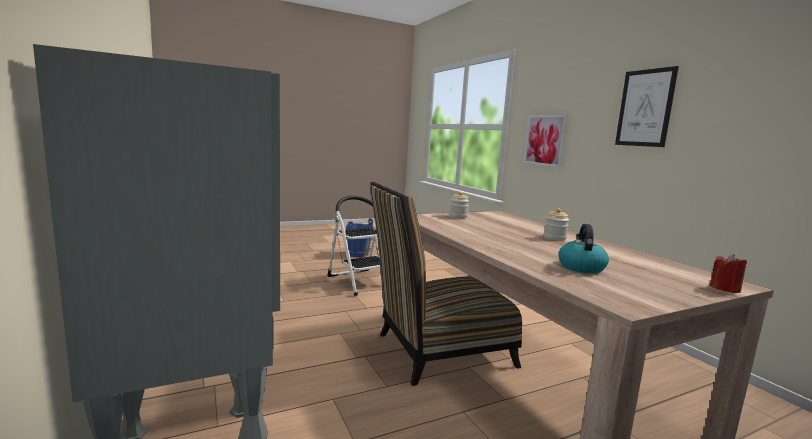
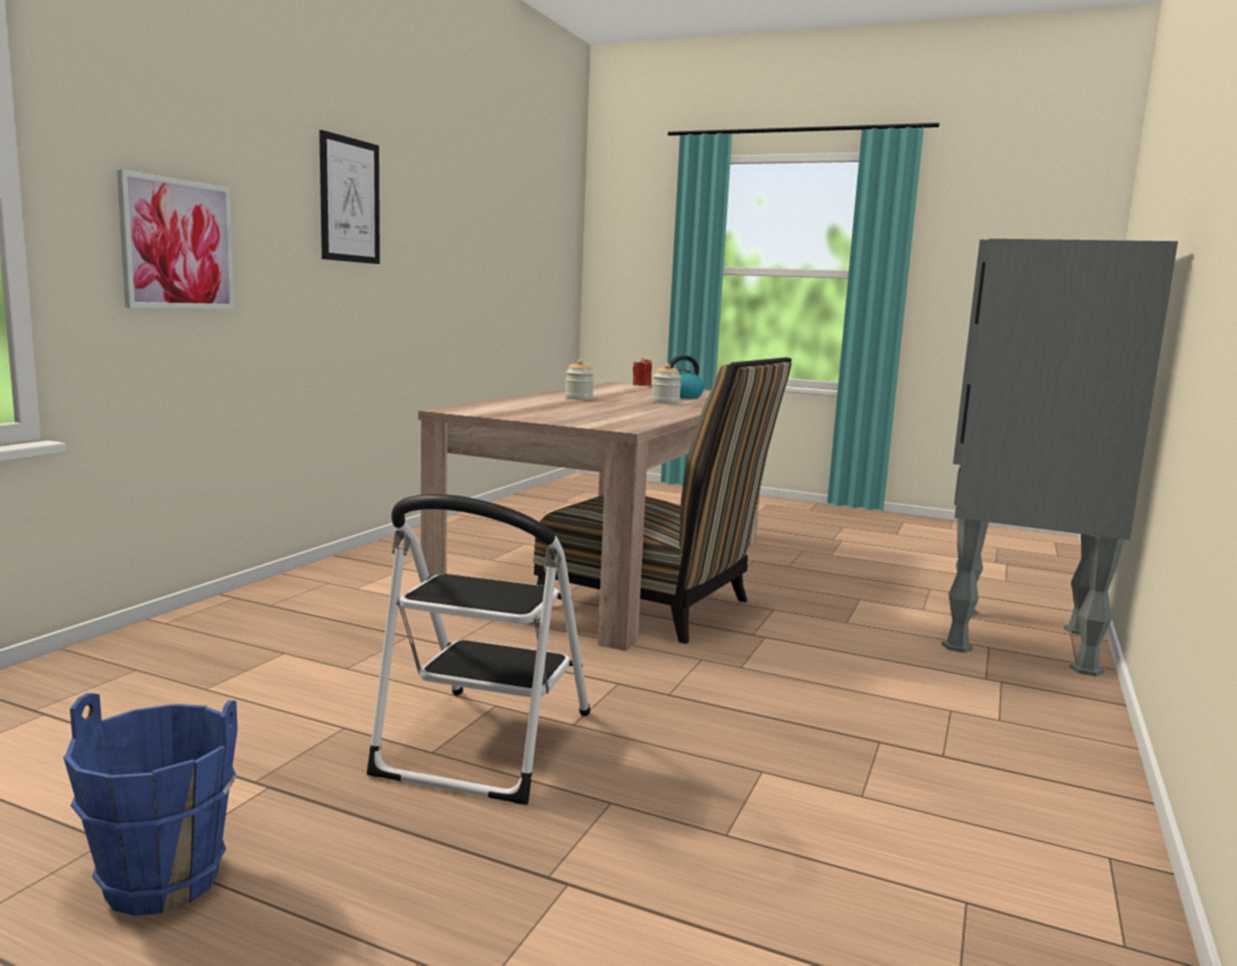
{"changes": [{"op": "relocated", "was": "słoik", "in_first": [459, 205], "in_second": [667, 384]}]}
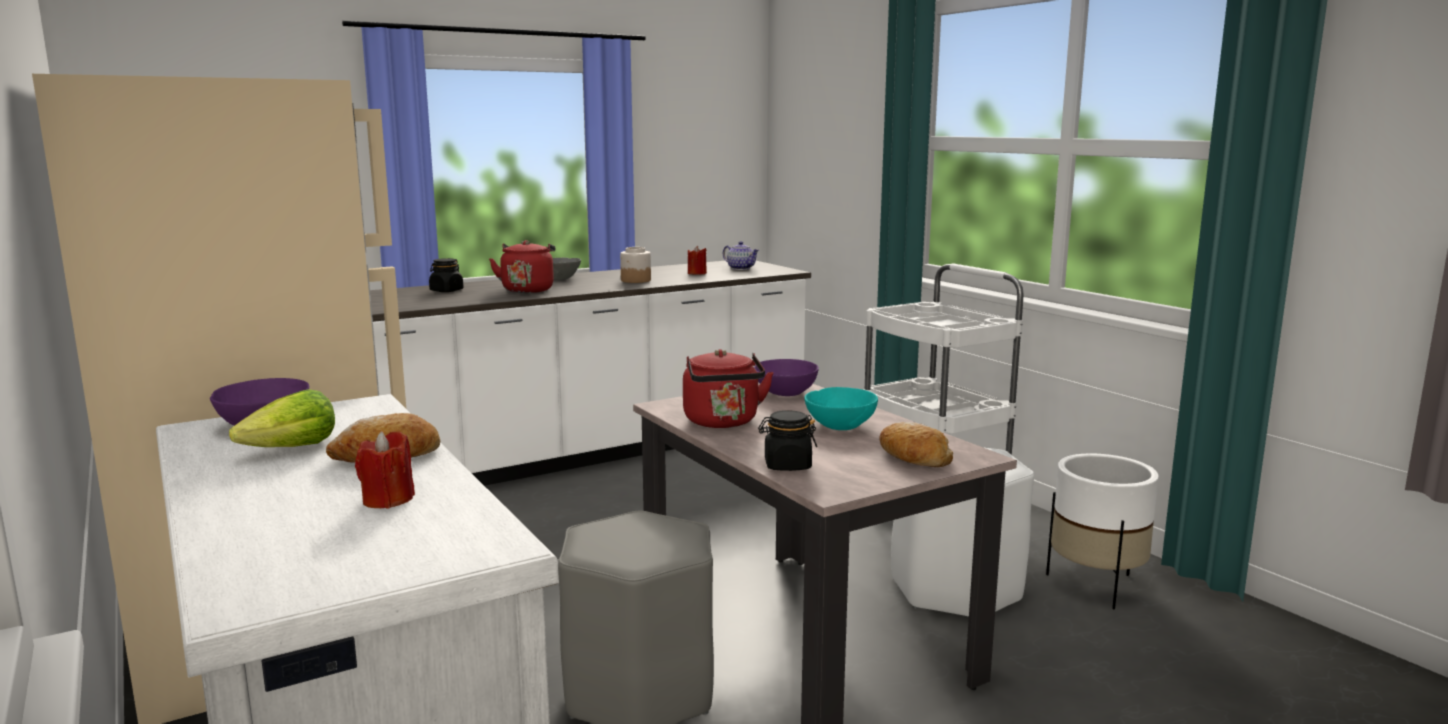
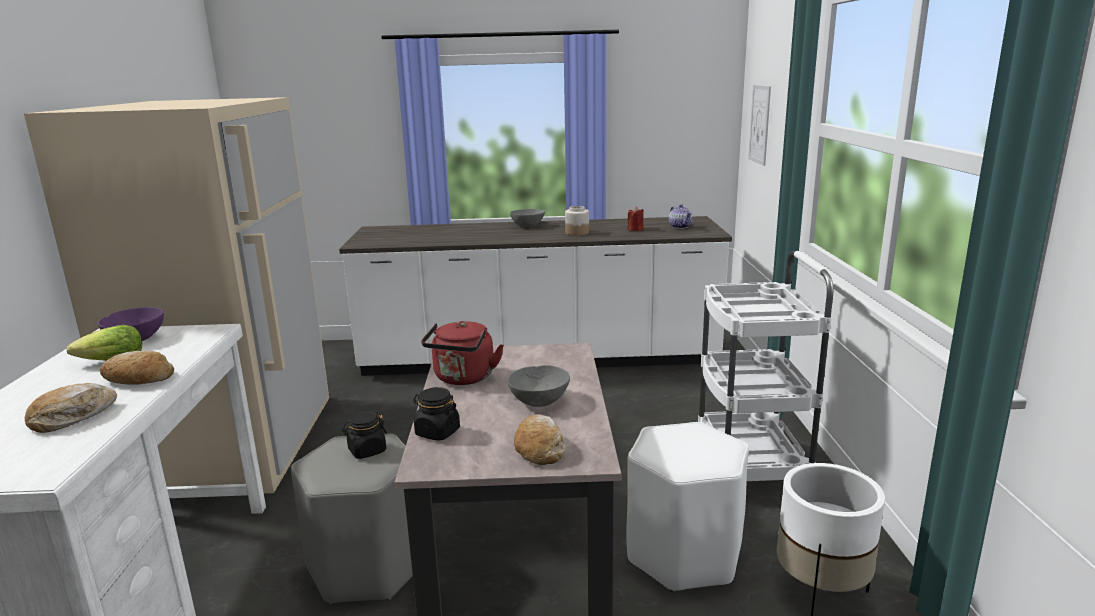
{"changes": [{"op": "exchanged", "was": "świeca [czerwony]", "now": "chleb", "in_first": [385, 470], "in_second": [71, 408]}, {"op": "relocated", "was": "słoik [czarny]", "in_first": [446, 275], "in_second": [364, 435]}, {"op": "colour", "was": "miska [turkusowy]", "now": "miska [szary]", "in_first": [841, 408], "in_second": [538, 386]}, {"op": "appeared", "now": "obraz", "in_second": [759, 125]}, {"op": "missing", "was": "czajnik [czerwony]", "in_first": [522, 266]}, {"op": "missing", "was": "miska [fioletowy]", "in_first": [786, 377]}]}
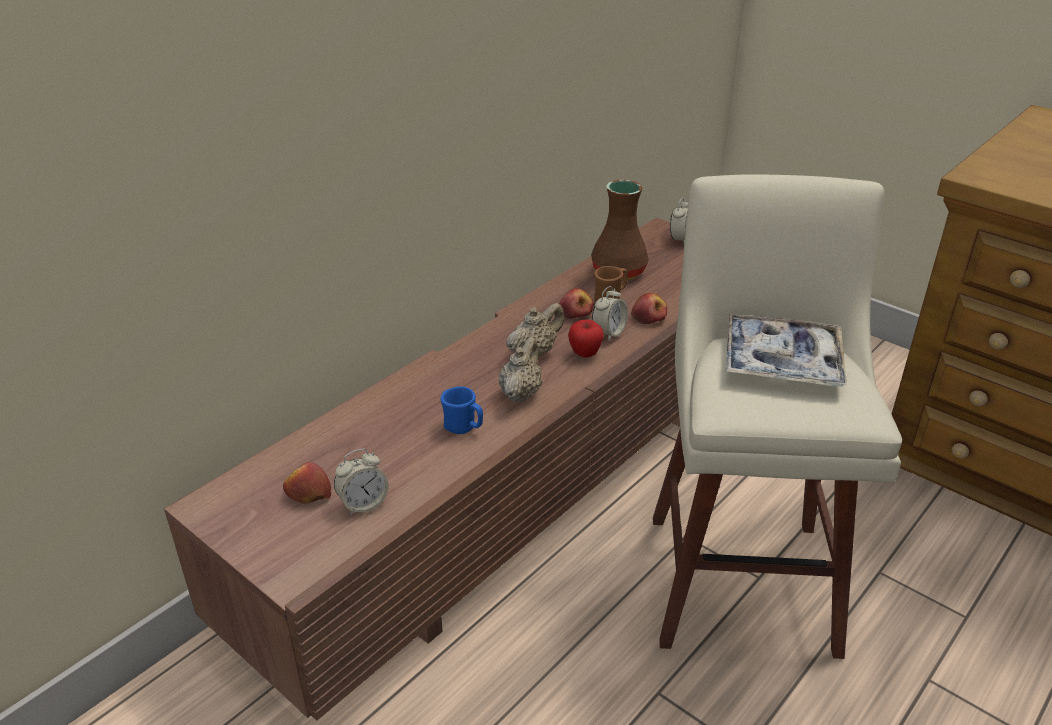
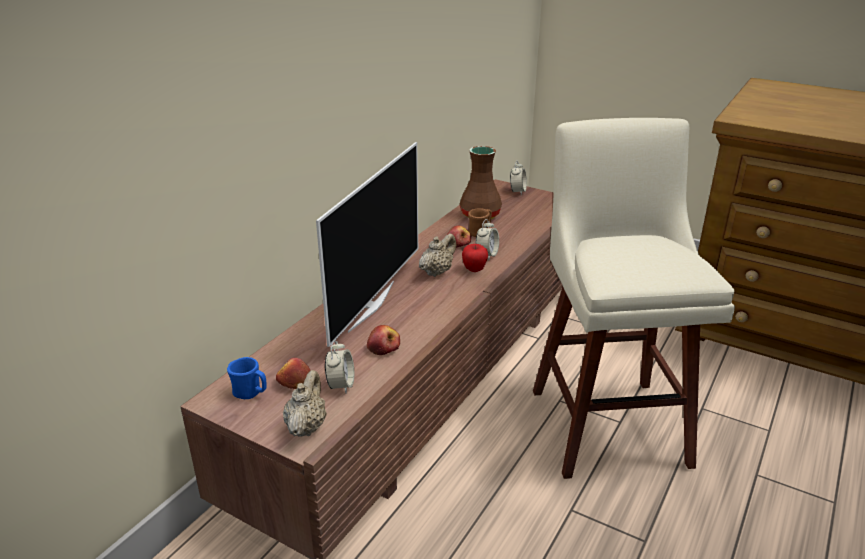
{"changes": [{"op": "relocated", "was": "kubek [niebieski]", "in_first": [462, 410], "in_second": [247, 378]}, {"op": "relocated", "was": "imbryk [beżowy]", "in_first": [520, 369], "in_second": [305, 403]}, {"op": "appeared", "now": "telewizor", "in_second": [367, 244]}, {"op": "spun", "was": "budzik", "in_first": [361, 482], "in_second": [339, 366], "clockwise": -45}, {"op": "relocated", "was": "jabłko", "in_first": [649, 308], "in_second": [383, 340]}, {"op": "missing", "was": "taca", "in_first": [786, 350]}]}
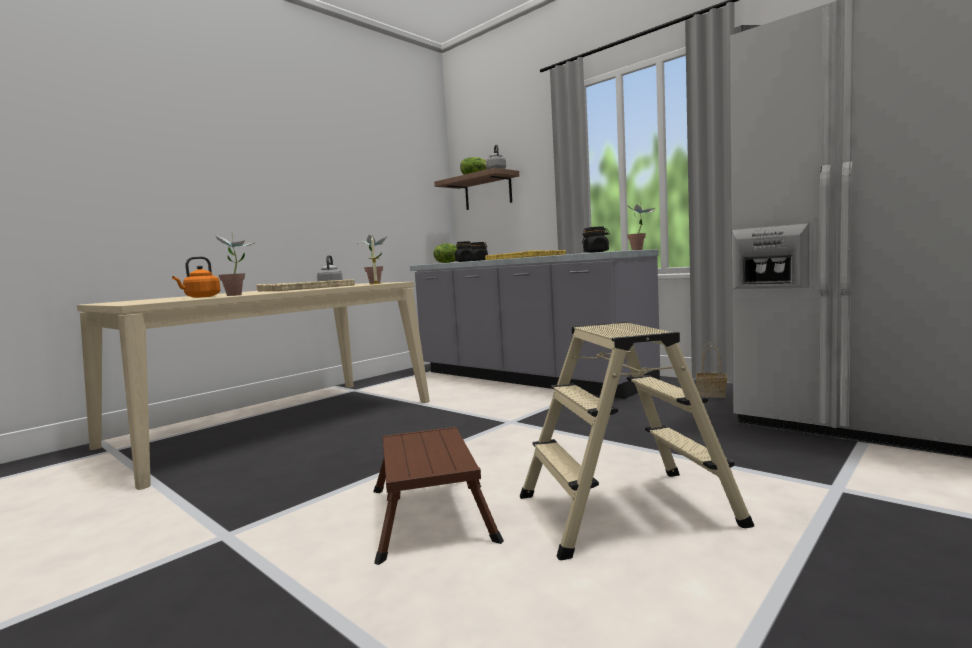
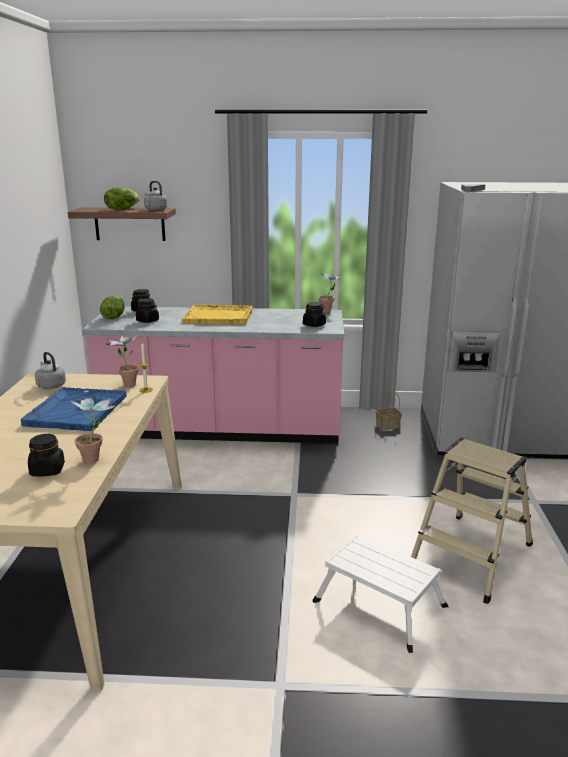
{"changes": [{"op": "colour", "was": "taca [beżowy]", "now": "taca [niebieski]", "in_first": [305, 285], "in_second": [74, 409]}, {"op": "exchanged", "was": "czajnik [pomarańczowy]", "now": "słoik [czarny]", "in_first": [196, 277], "in_second": [46, 455]}, {"op": "colour", "was": "zabudowa kuchenna [szary]", "now": "zabudowa kuchenna [różowy]", "in_first": [535, 324], "in_second": [213, 375]}, {"op": "colour", "was": "drabinka [brązowy]", "now": "drabinka [biały]", "in_first": [438, 496], "in_second": [380, 593]}]}
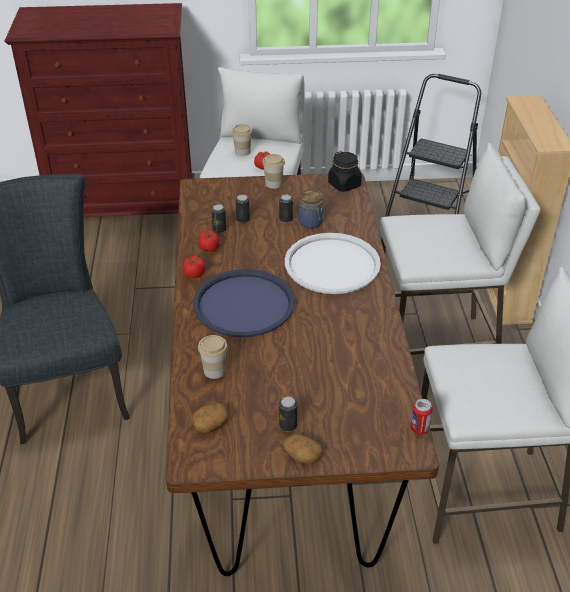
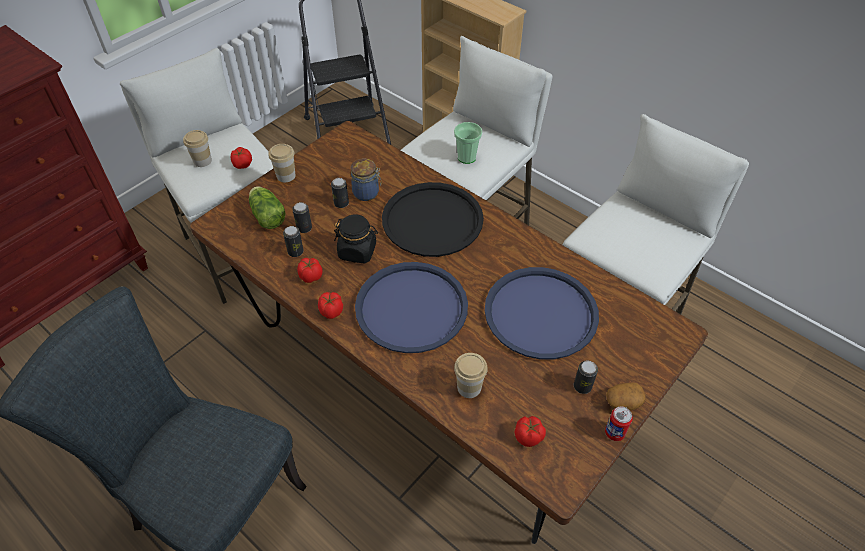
{"changes": [{"op": "appeared", "now": "sałata", "in_second": [267, 207]}, {"op": "relocated", "was": "słoik [czarny]", "in_first": [345, 171], "in_second": [356, 239]}, {"op": "colour", "was": "taca [biały]", "now": "taca [czarny]", "in_first": [333, 263], "in_second": [433, 219]}, {"op": "appeared", "now": "filiżanka", "in_second": [468, 143]}, {"op": "appeared", "now": "taca [niebieski]", "in_second": [542, 313]}, {"op": "exchanged", "was": "ziemniak", "now": "pomidor", "in_first": [210, 418], "in_second": [530, 431]}, {"op": "relocated", "was": "puszka", "in_first": [421, 417], "in_second": [619, 423]}]}
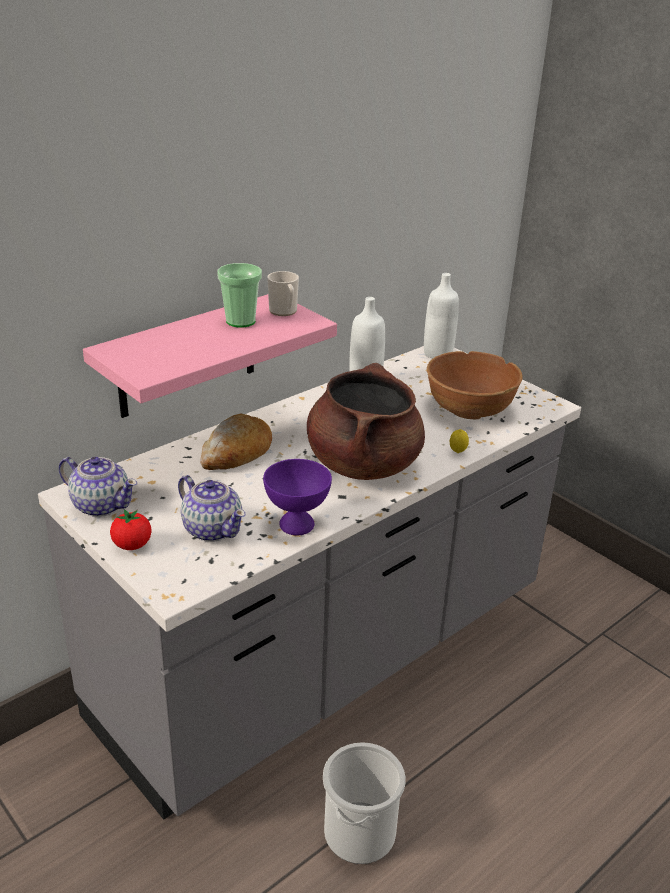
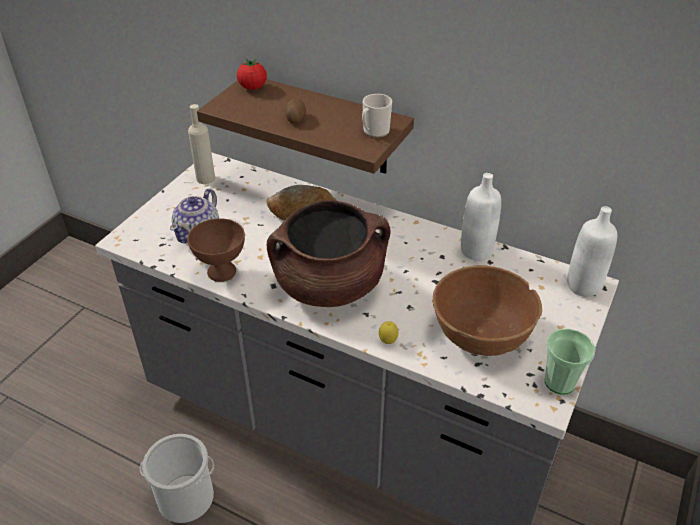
{"changes": [{"op": "exchanged", "was": "imbryk", "now": "butelka [beżowy]", "in_first": [98, 487], "in_second": [201, 144]}, {"op": "colour", "was": "miska [fioletowy]", "now": "miska [brązowy]", "in_first": [297, 497], "in_second": [216, 250]}, {"op": "colour", "was": "półka [różowy]", "now": "półka [brązowy]", "in_first": [210, 356], "in_second": [305, 126]}, {"op": "relocated", "was": "pomidor", "in_first": [131, 529], "in_second": [252, 74]}, {"op": "appeared", "now": "ziemniak", "in_second": [295, 111]}, {"op": "relocated", "was": "filiżanka", "in_first": [239, 295], "in_second": [570, 362]}]}
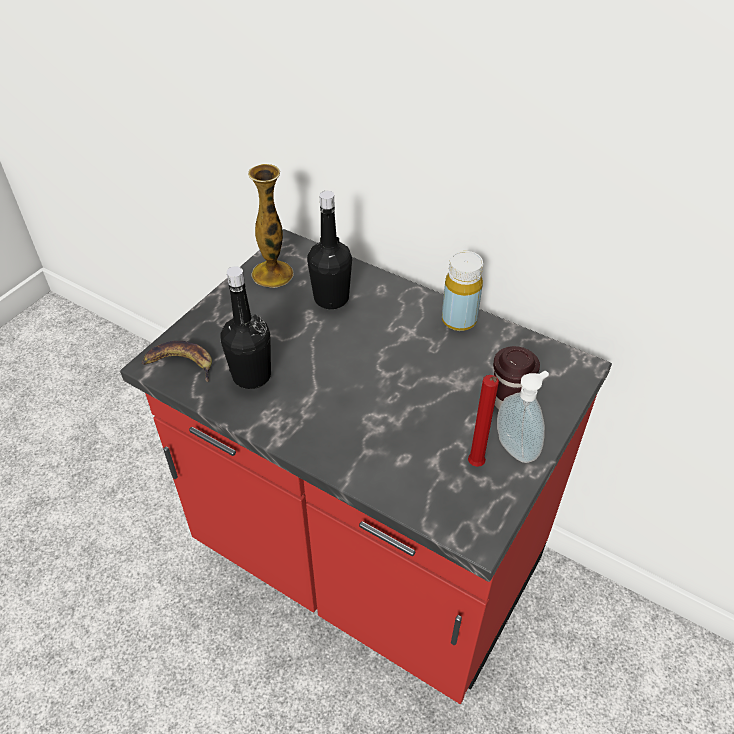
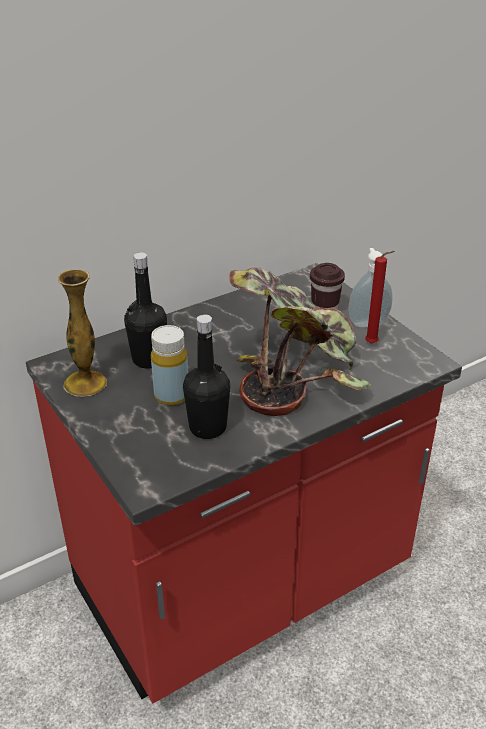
{"changes": [{"op": "relocated", "was": "butelka [żółty]", "in_first": [462, 291], "in_second": [169, 365]}, {"op": "appeared", "now": "roślina doniczkowa", "in_second": [300, 341]}, {"op": "missing", "was": "banan", "in_first": [177, 361]}]}
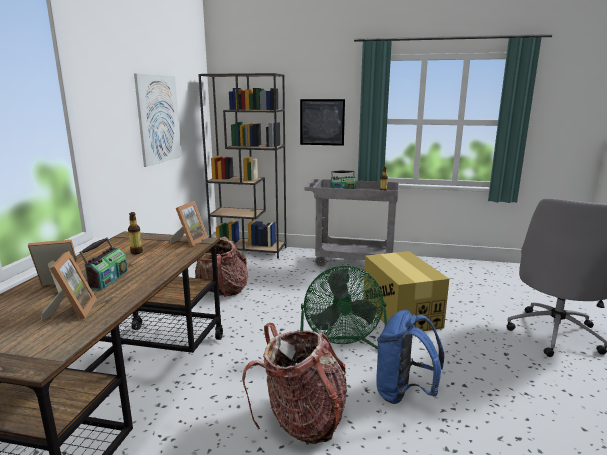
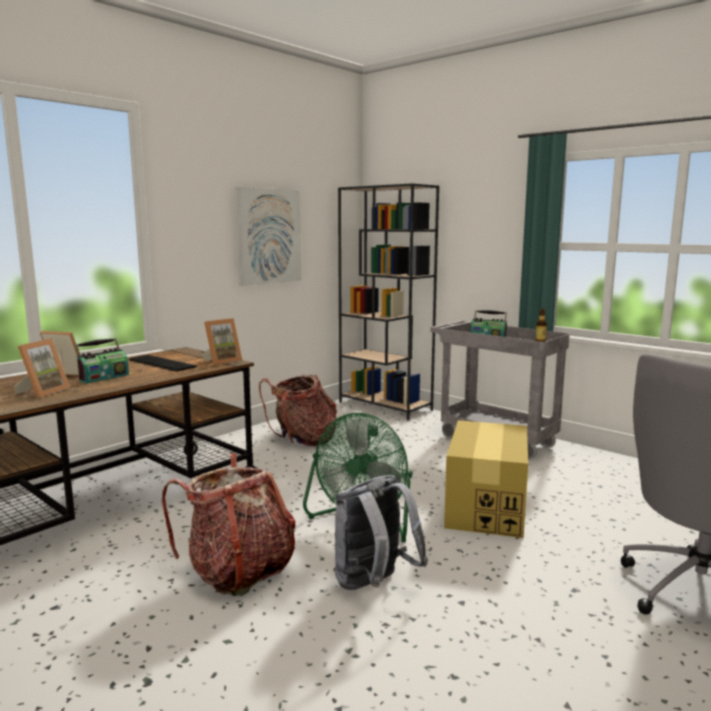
{"changes": [{"op": "exchanged", "was": "butelka", "now": "klawiatura", "in_first": [135, 233], "in_second": [163, 363]}, {"op": "colour", "was": "plecak [niebieski]", "now": "plecak [szary]", "in_first": [410, 357], "in_second": [381, 532]}, {"op": "missing", "was": "obraz", "in_first": [322, 122]}]}
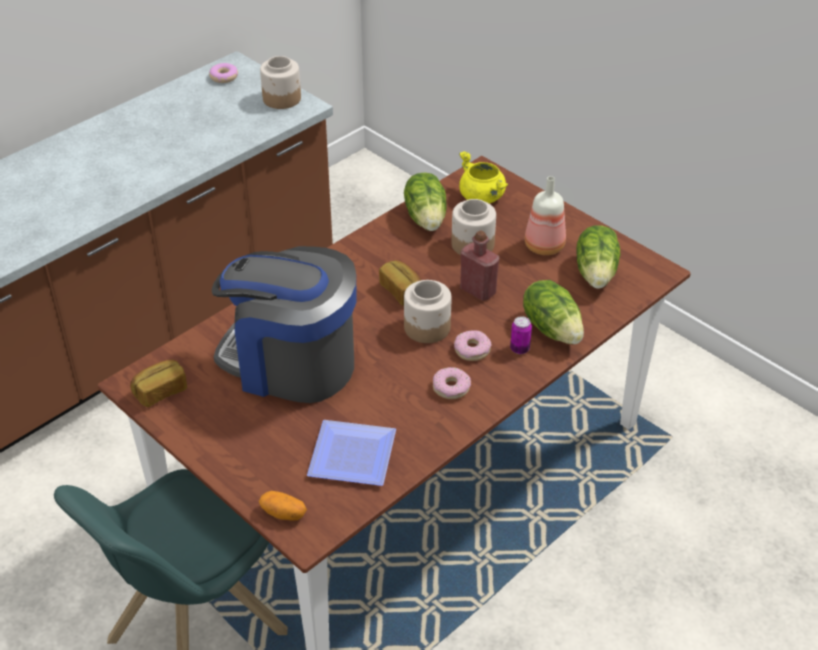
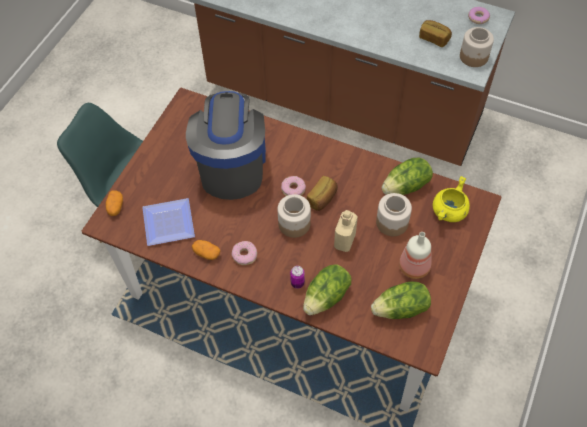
{"changes": [{"op": "appeared", "now": "ziemniak", "in_second": [206, 250]}, {"op": "relocated", "was": "donut", "in_first": [473, 345], "in_second": [293, 186]}, {"op": "colour", "was": "butelka [czerwony]", "now": "butelka [beżowy]", "in_first": [479, 266], "in_second": [346, 231]}, {"op": "relocated", "was": "chleb", "in_first": [158, 383], "in_second": [435, 33]}]}
